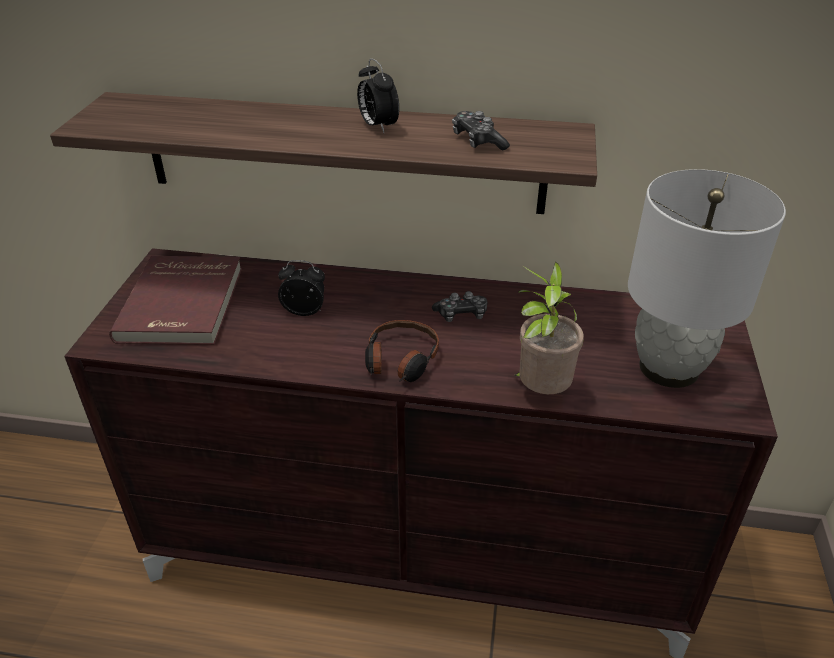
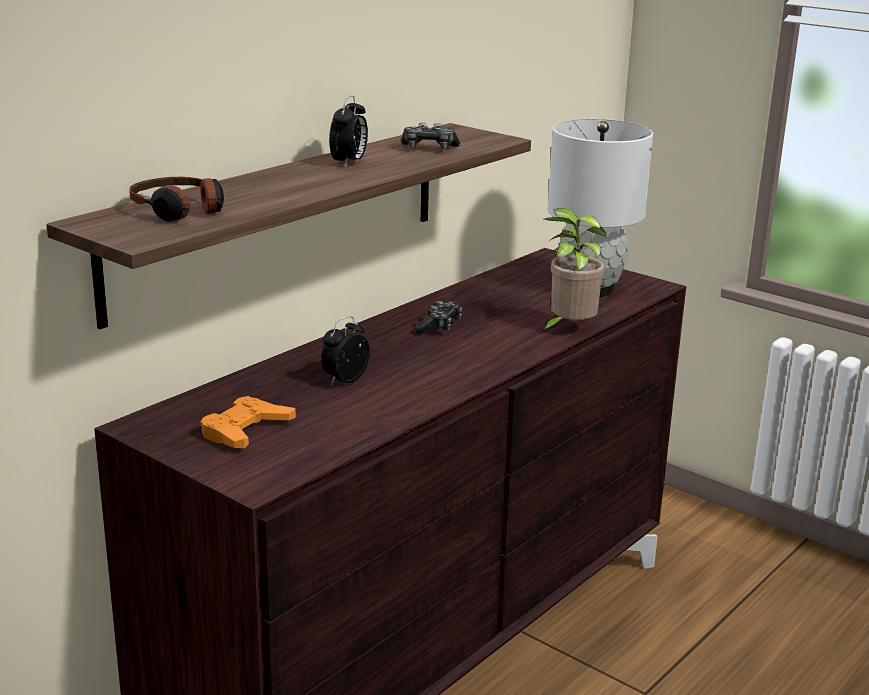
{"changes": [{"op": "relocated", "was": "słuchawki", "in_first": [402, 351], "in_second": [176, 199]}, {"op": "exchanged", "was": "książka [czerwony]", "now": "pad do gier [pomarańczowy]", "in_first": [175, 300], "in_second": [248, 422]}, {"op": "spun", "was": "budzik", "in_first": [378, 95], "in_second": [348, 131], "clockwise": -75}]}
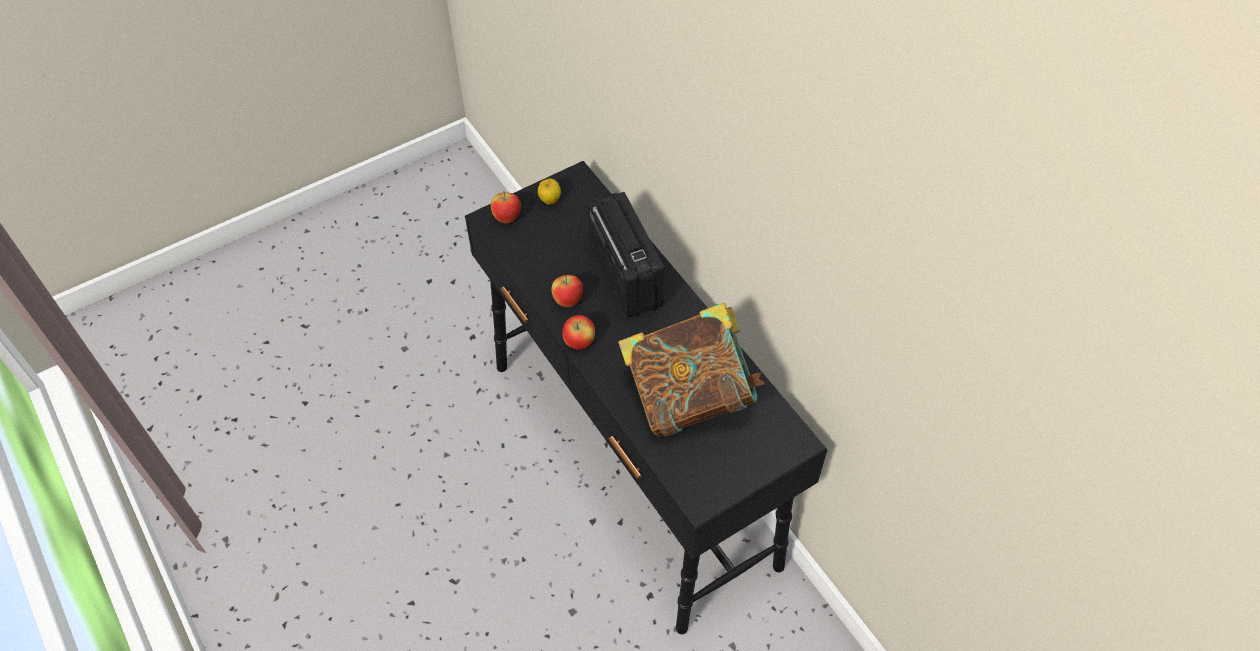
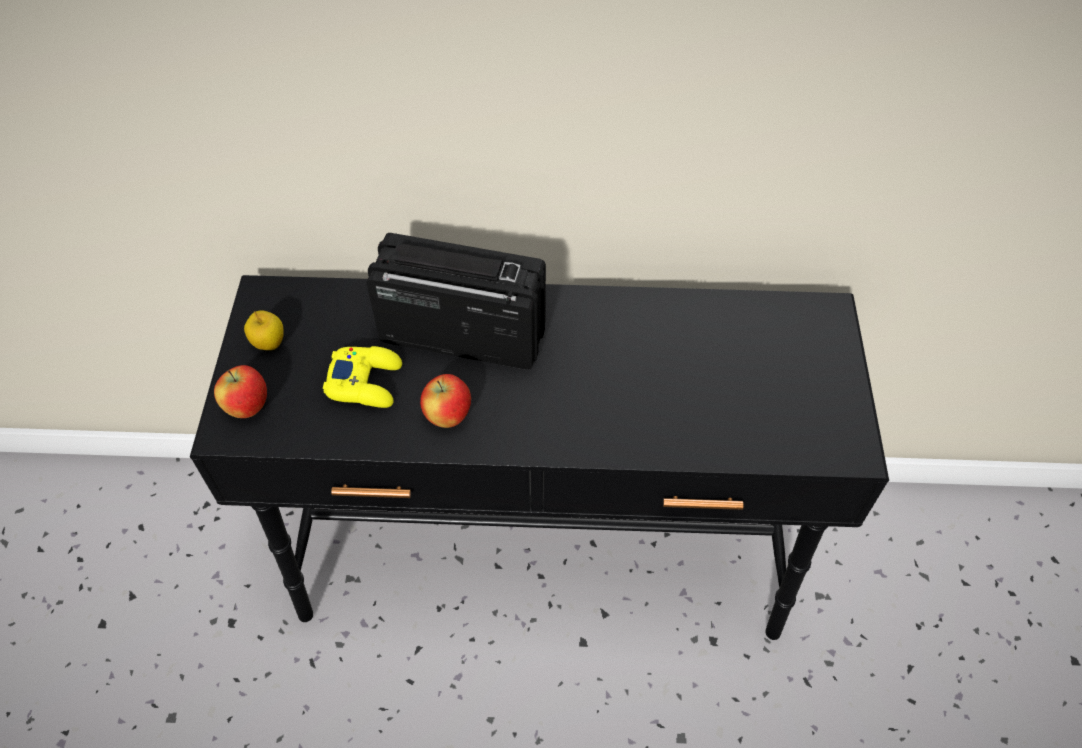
{"changes": [{"op": "appeared", "now": "pad do gier [żółty]", "in_second": [362, 377]}, {"op": "missing", "was": "jabłko", "in_first": [578, 332]}, {"op": "missing", "was": "książka", "in_first": [692, 369]}]}
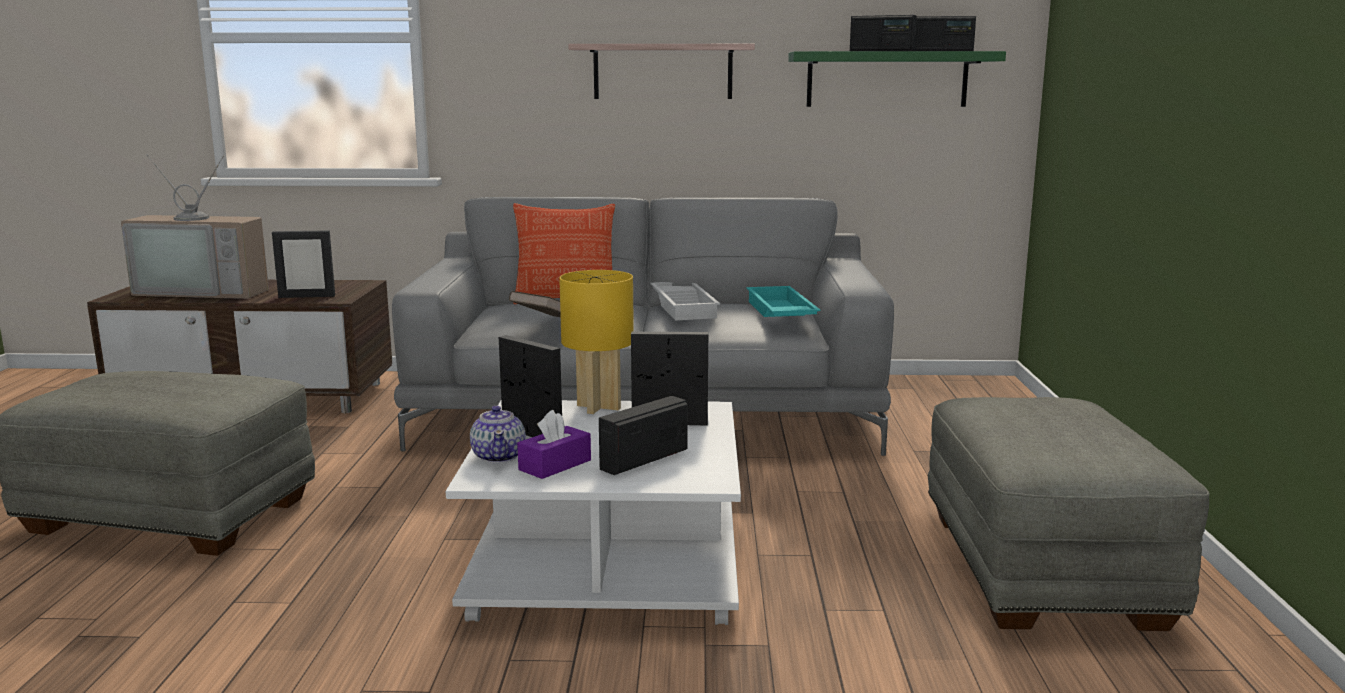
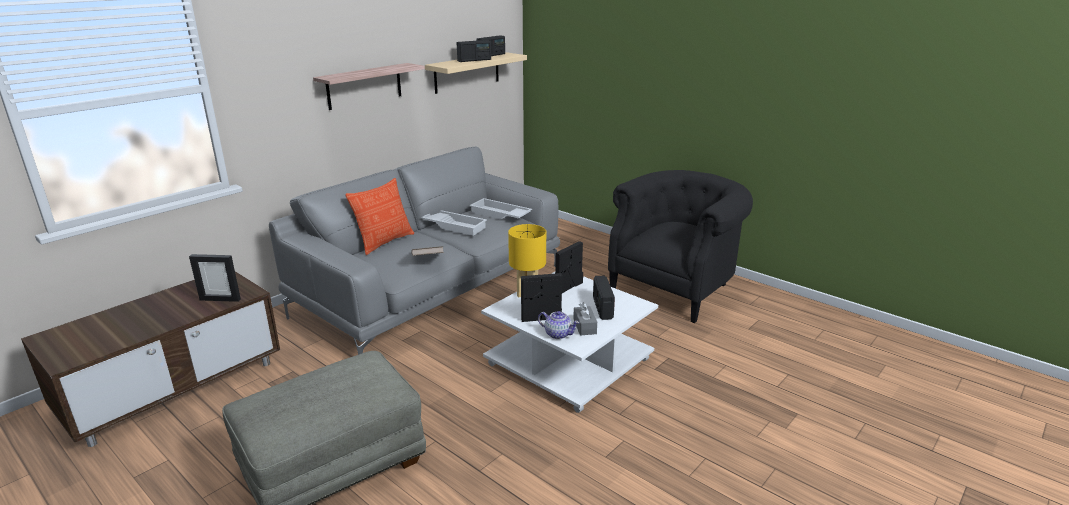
{"changes": [{"op": "spun", "was": "ramka na zdjęcie", "in_first": [303, 264], "in_second": [215, 278], "clockwise": 60}, {"op": "colour", "was": "półka [zielony]", "now": "półka [beżowy]", "in_first": [897, 79], "in_second": [476, 73]}, {"op": "colour", "was": "taca [turkusowy]", "now": "taca [biały]", "in_first": [783, 301], "in_second": [500, 209]}, {"op": "colour", "was": "pudełko chusteczek [fioletowy]", "now": "pudełko chusteczek [szary]", "in_first": [554, 444], "in_second": [585, 319]}, {"op": "exchanged", "was": "pufa [szary]", "now": "fotel [czarny]", "in_first": [1069, 514], "in_second": [680, 246]}, {"op": "missing", "was": "telewizor", "in_first": [195, 226]}]}
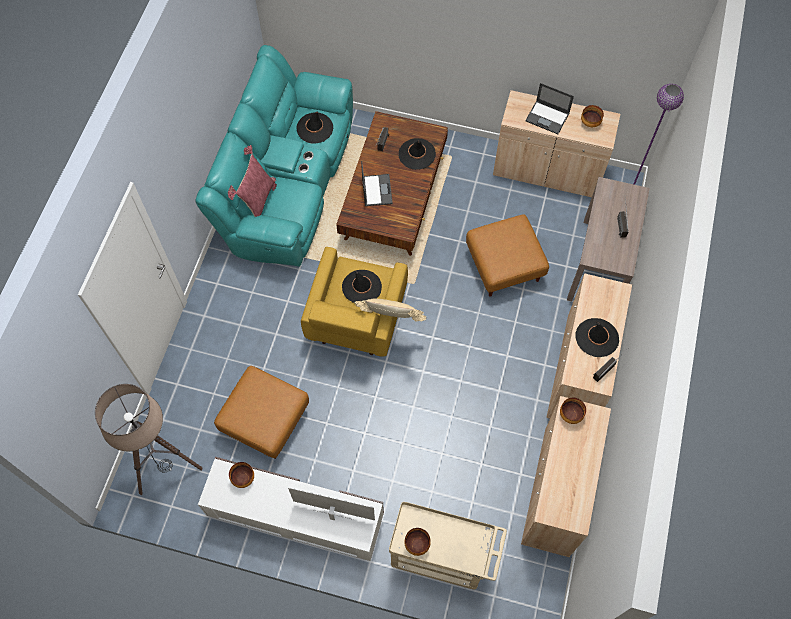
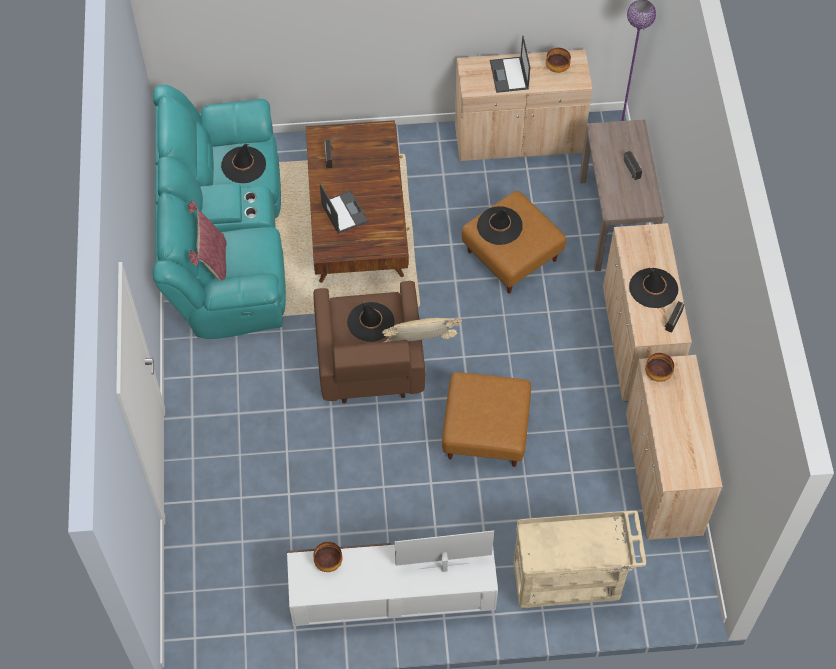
{"changes": [{"op": "colour", "was": "fotel [żółty]", "now": "fotel [brązowy]", "in_first": [354, 302], "in_second": [370, 342]}, {"op": "relocated", "was": "pufa [brązowy]", "in_first": [261, 412], "in_second": [486, 419]}, {"op": "relocated", "was": "kapelusz [czarny]", "in_first": [417, 154], "in_second": [500, 225]}, {"op": "spun", "was": "laptop", "in_first": [549, 108], "in_second": [510, 64], "clockwise": 75}, {"op": "missing", "was": "lampa stojąca", "in_first": [149, 439]}, {"op": "missing", "was": "miska", "in_first": [417, 542]}]}
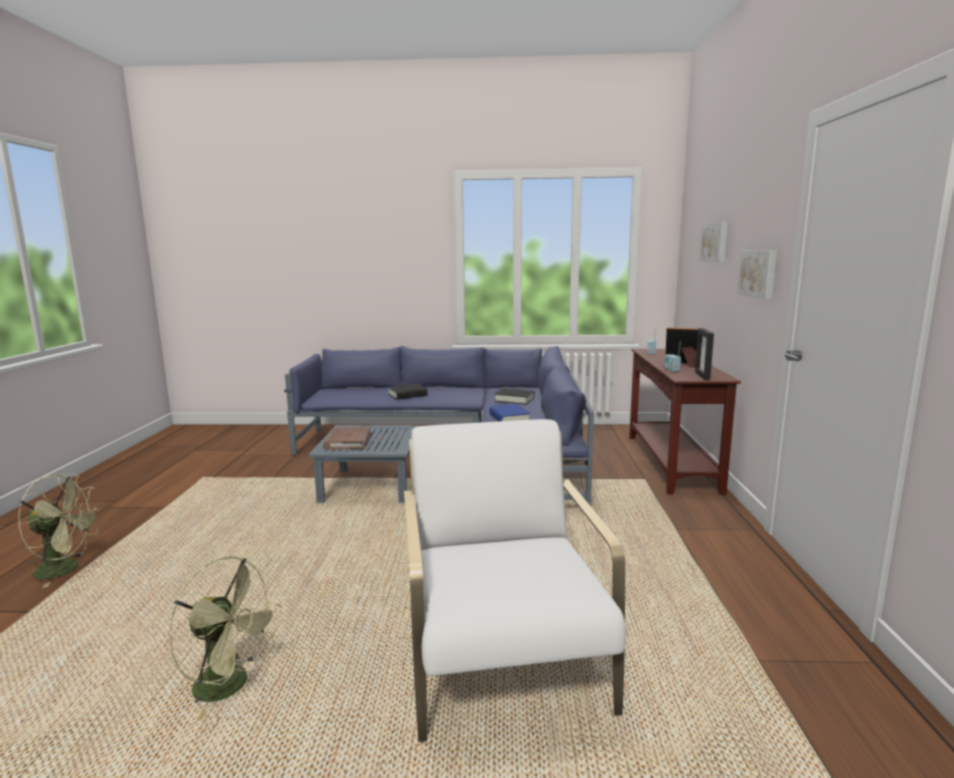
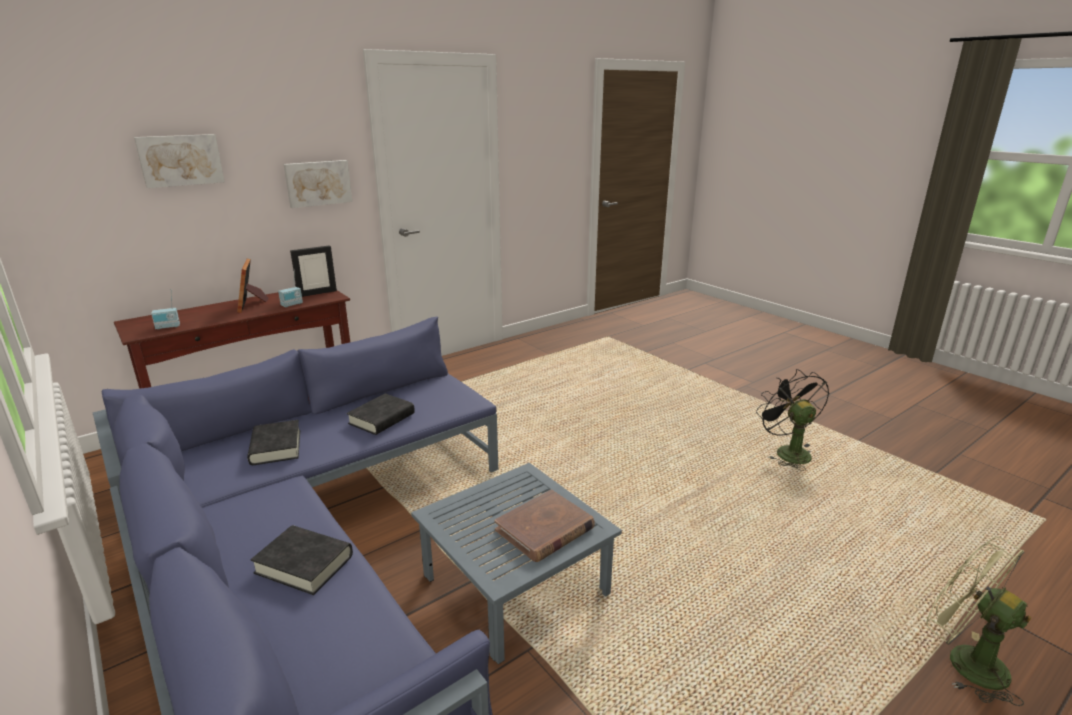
{"changes": [{"op": "colour", "was": "książka [niebieski]", "now": "książka [czarny]", "in_first": [509, 412], "in_second": [381, 414]}, {"op": "colour", "was": "wentylator [zielony]", "now": "wentylator [czarny]", "in_first": [224, 638], "in_second": [792, 420]}, {"op": "missing", "was": "fotel [biały]", "in_first": [515, 580]}]}
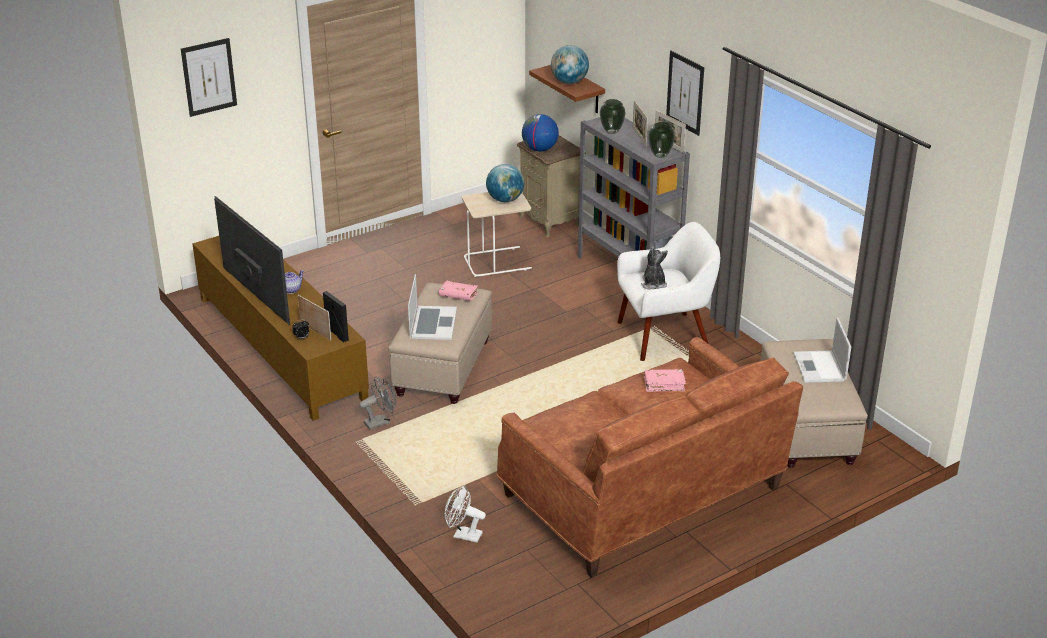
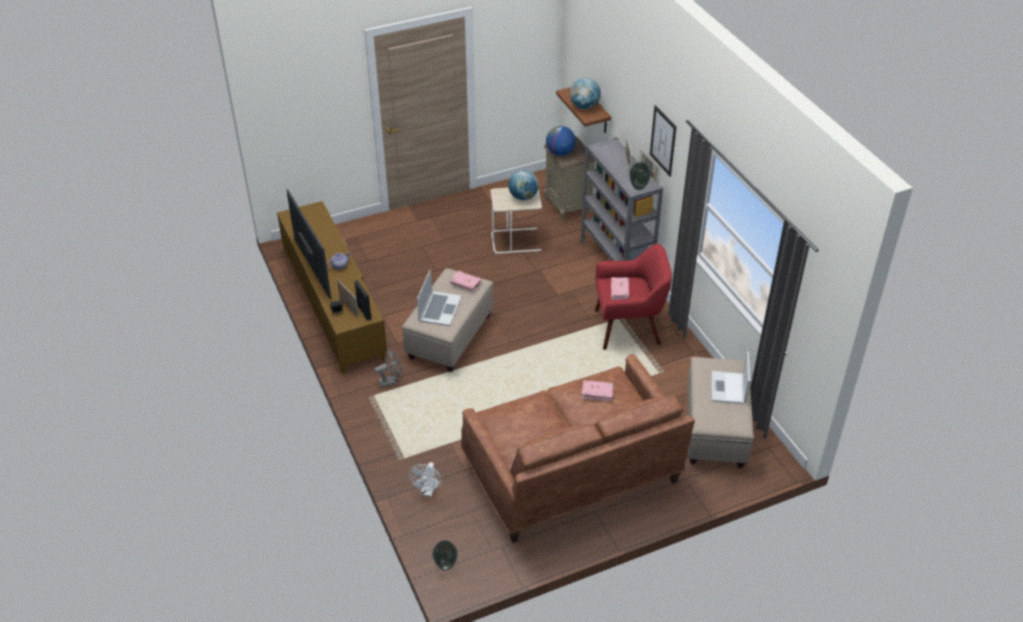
{"changes": [{"op": "spun", "was": "wentylator [biały]", "in_first": [465, 514], "in_second": [425, 479], "clockwise": -105}, {"op": "relocated", "was": "wazon", "in_first": [613, 116], "in_second": [445, 555]}, {"op": "colour", "was": "fotel [biały]", "now": "fotel [czerwony]", "in_first": [668, 291], "in_second": [633, 297]}, {"op": "exchanged", "was": "pluszak", "now": "książka [różowy]", "in_first": [654, 268], "in_second": [620, 288]}, {"op": "missing", "was": "obraz", "in_first": [209, 77]}]}
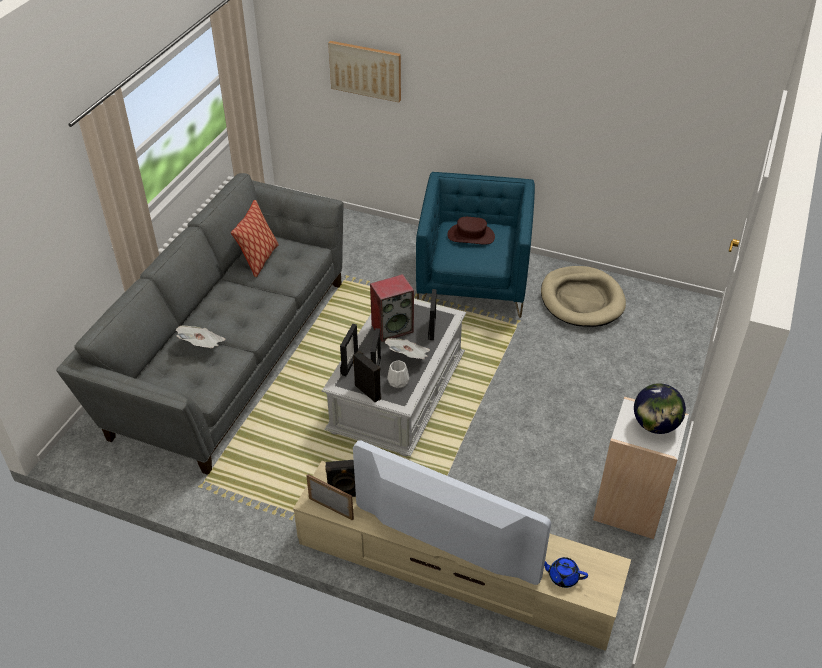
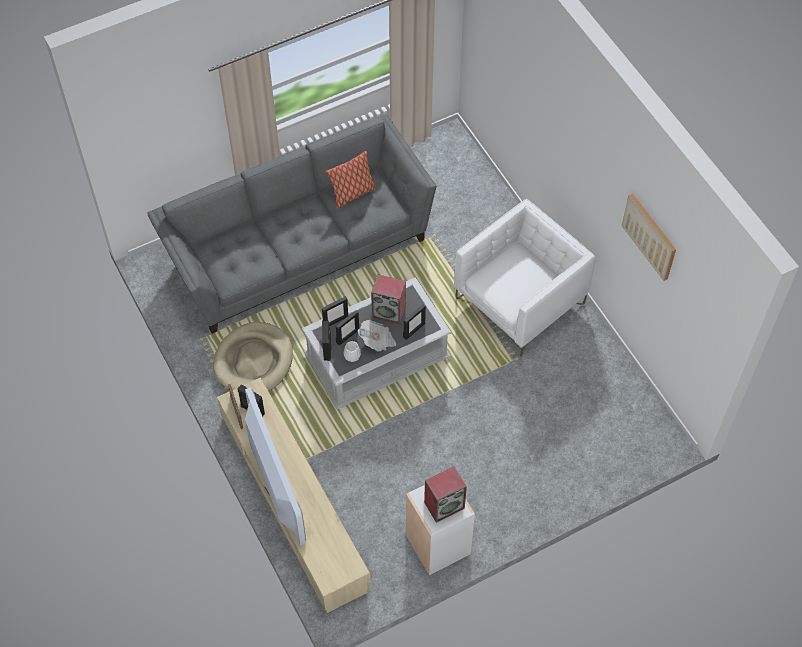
{"changes": [{"op": "relocated", "was": "legowisko [beżowy]", "in_first": [583, 296], "in_second": [253, 356]}, {"op": "exchanged", "was": "globus", "now": "głośnik", "in_first": [660, 408], "in_second": [445, 494]}, {"op": "colour", "was": "fotel [niebieski]", "now": "fotel [biały]", "in_first": [475, 245], "in_second": [525, 277]}, {"op": "relocated", "was": "obraz", "in_first": [364, 71], "in_second": [649, 237]}, {"op": "missing", "was": "gazeta", "in_first": [201, 337]}, {"op": "missing", "was": "kapelusz [brązowy]", "in_first": [471, 231]}, {"op": "missing", "was": "imbryk [niebieski]", "in_first": [566, 572]}]}
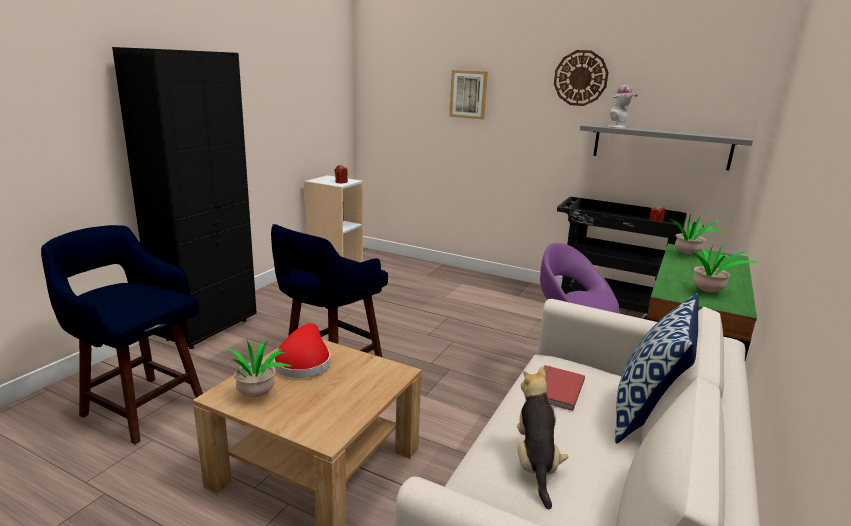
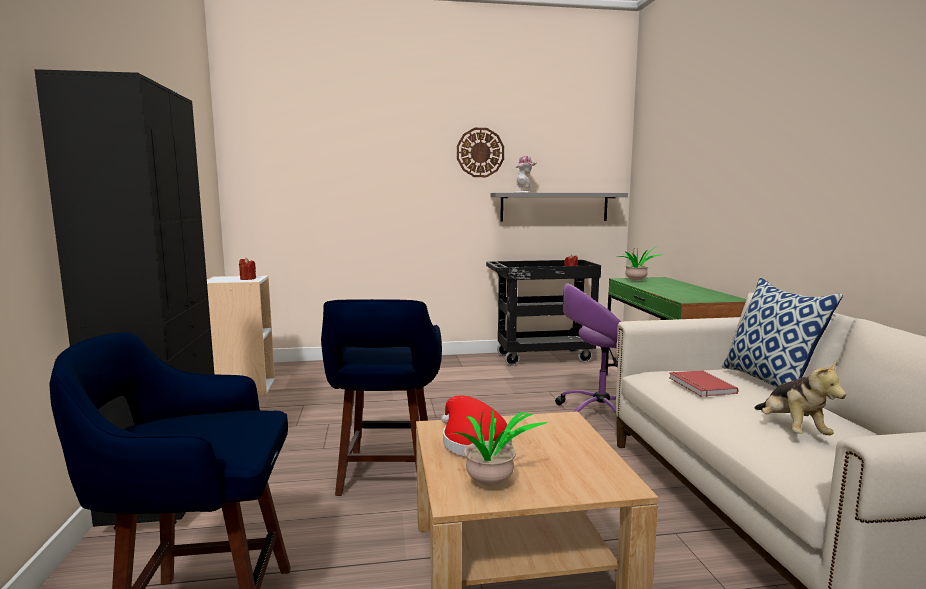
{"changes": [{"op": "spun", "was": "pluszak", "in_first": [542, 437], "in_second": [800, 398], "clockwise": -150}, {"op": "missing", "was": "obraz", "in_first": [468, 95]}, {"op": "missing", "was": "roślina doniczkowa", "in_first": [721, 268]}]}
